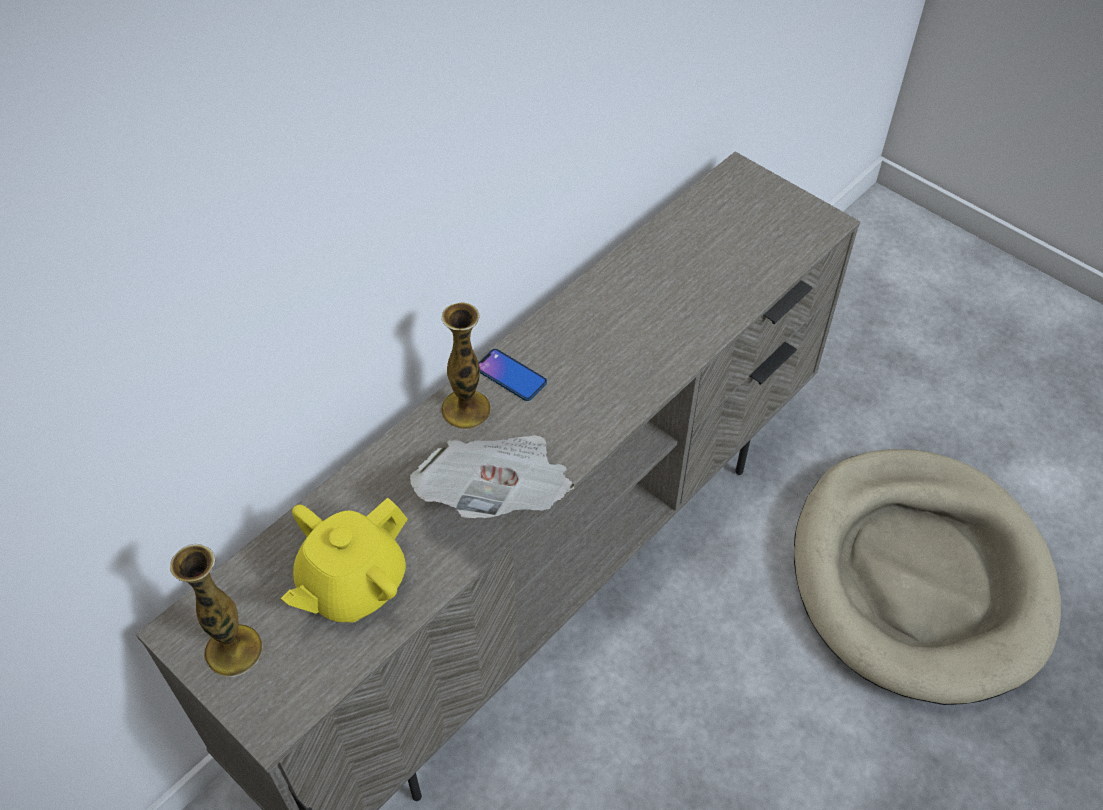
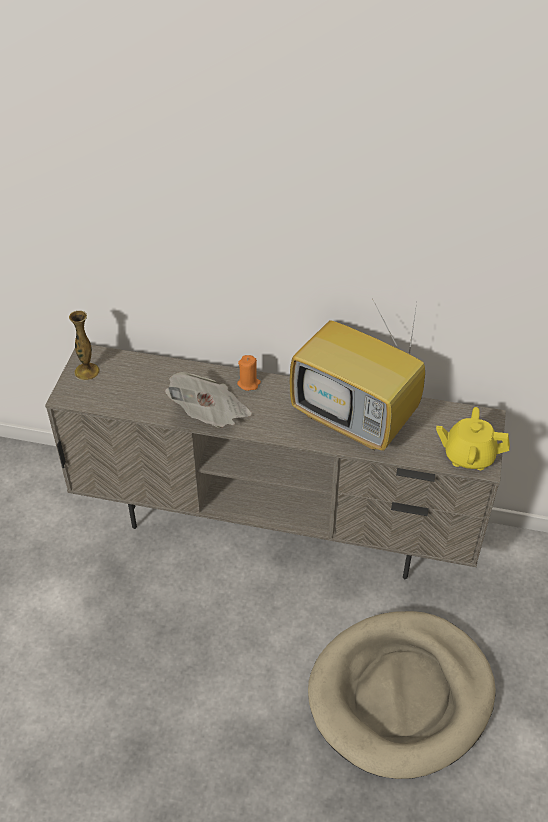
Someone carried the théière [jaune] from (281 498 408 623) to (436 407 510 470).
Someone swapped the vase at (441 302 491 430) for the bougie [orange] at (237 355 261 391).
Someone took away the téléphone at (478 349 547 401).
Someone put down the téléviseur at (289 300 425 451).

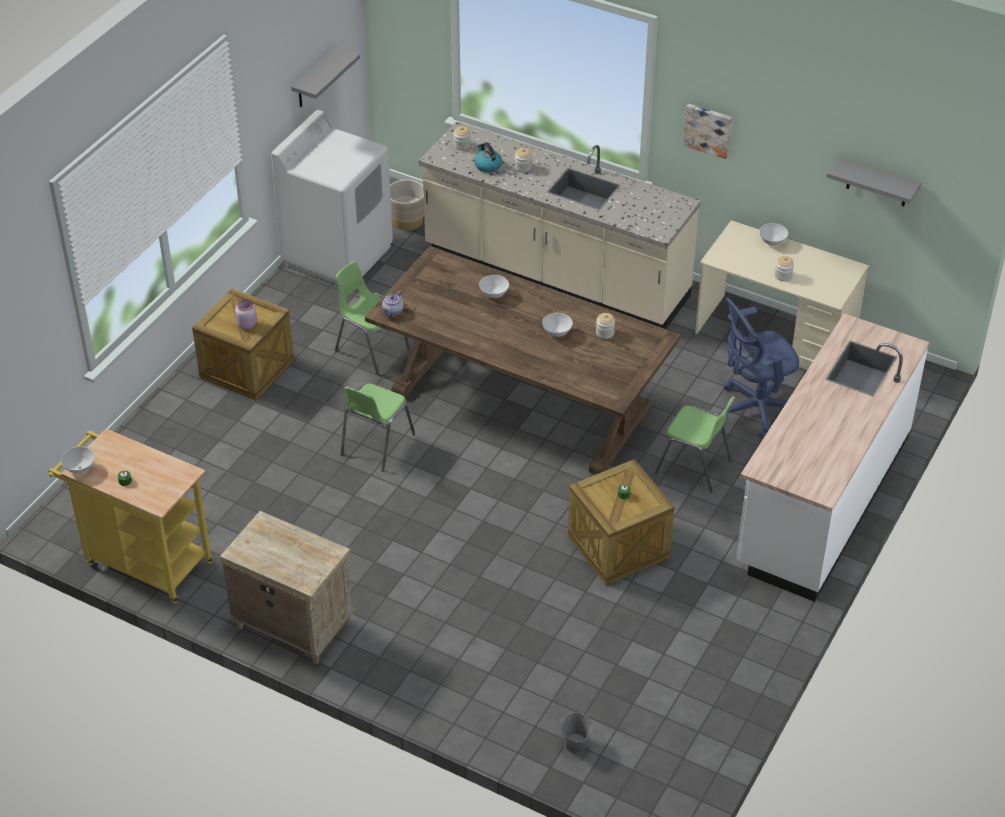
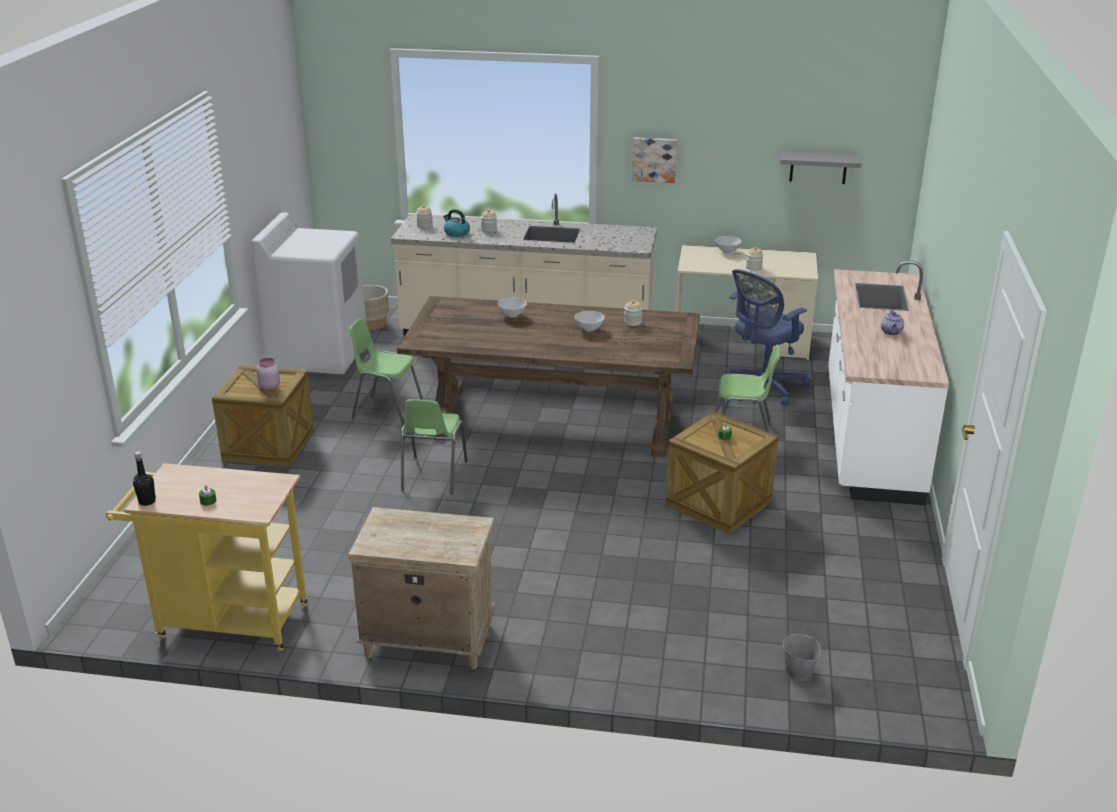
Someone swapped the bol [blanc] at (61 446 95 474) for the bouteille [noir] at (133 451 156 506).
Someone took away the étagère [gris] at (291 47 360 107).
Someone carried the théière from (382 291 404 316) to (881 310 904 335).

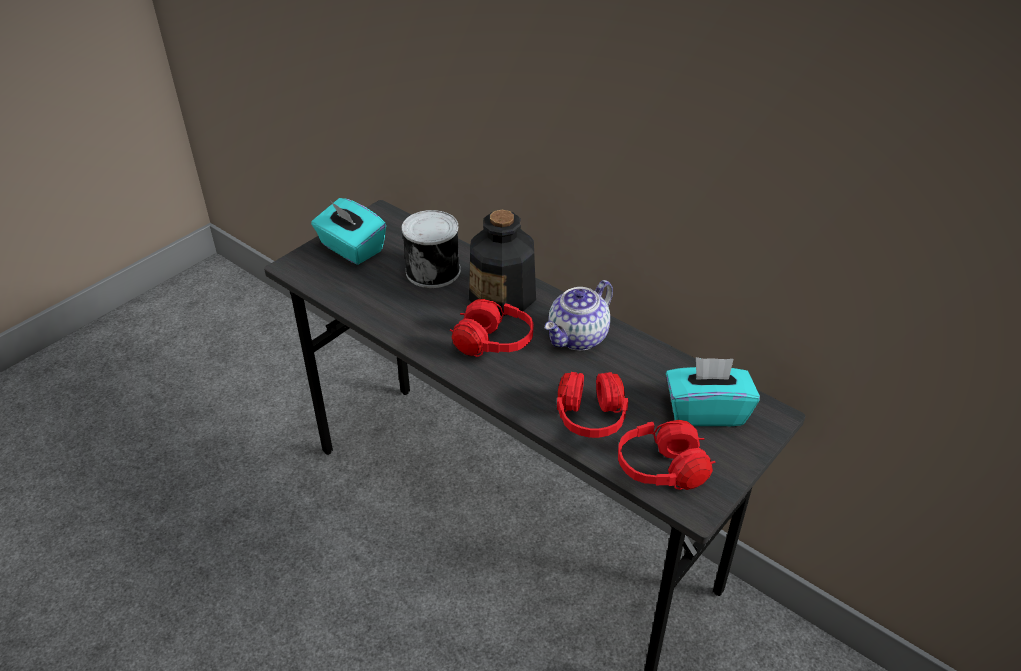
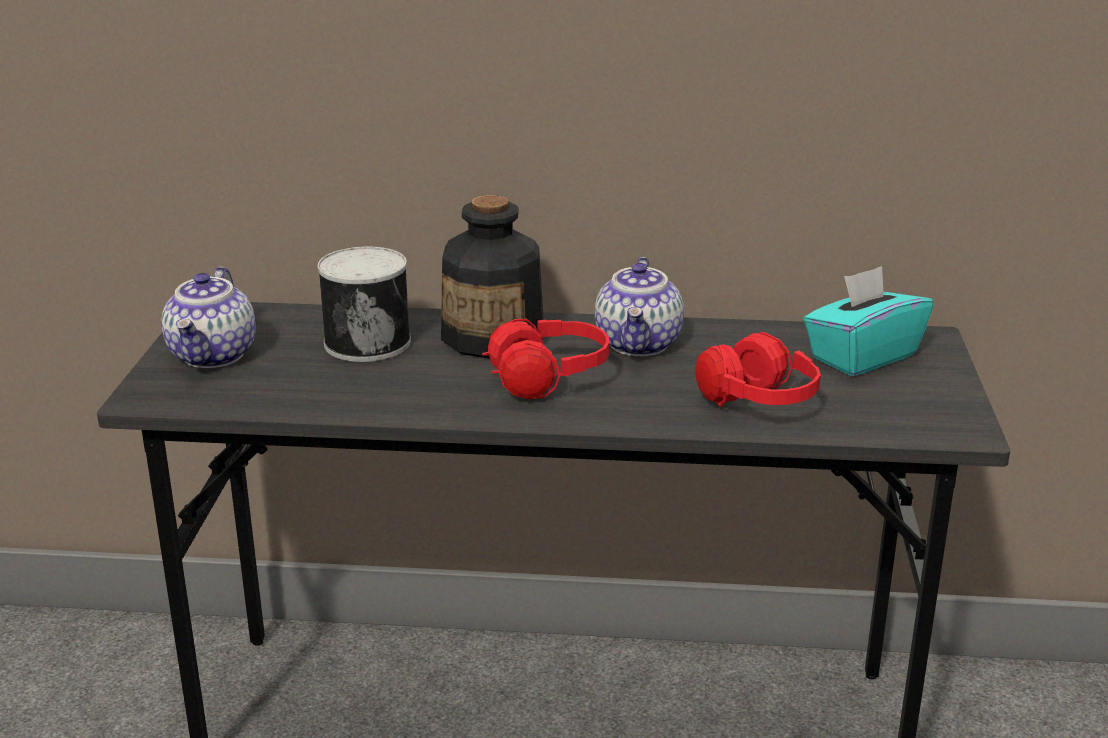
Someone swapped the boîte à mouchoirs [turquoise] at (311 198 386 265) for the théière at (161 267 256 368).
Someone took away the casque audio [rouge] at (618 420 715 490).

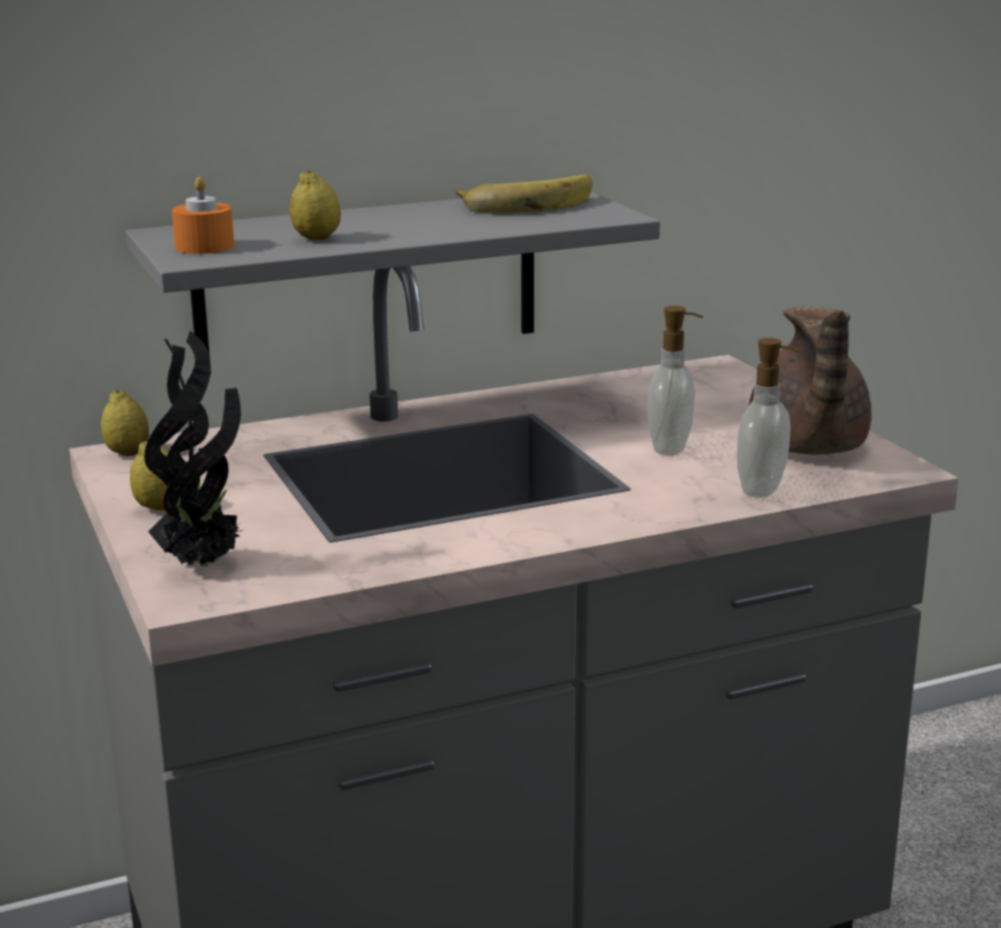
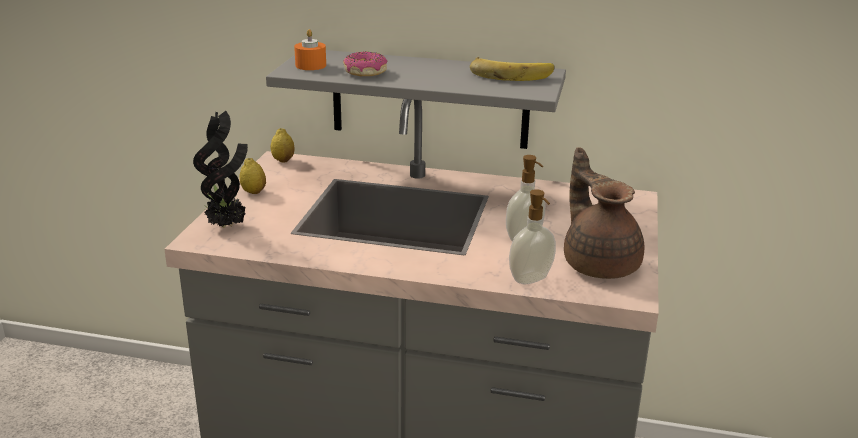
Someone swapped the citron at (289 170 341 240) for the beignet at (343 51 388 76).
Someone rotated the théière [marron] at (749 307 872 455) by 120 degrees clockwise.

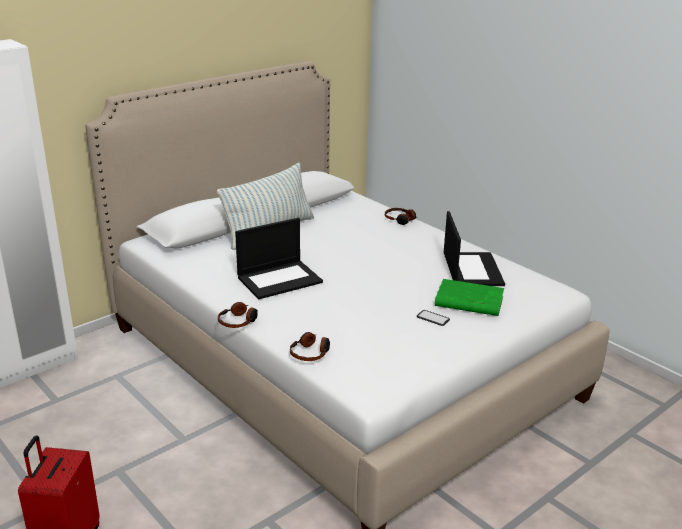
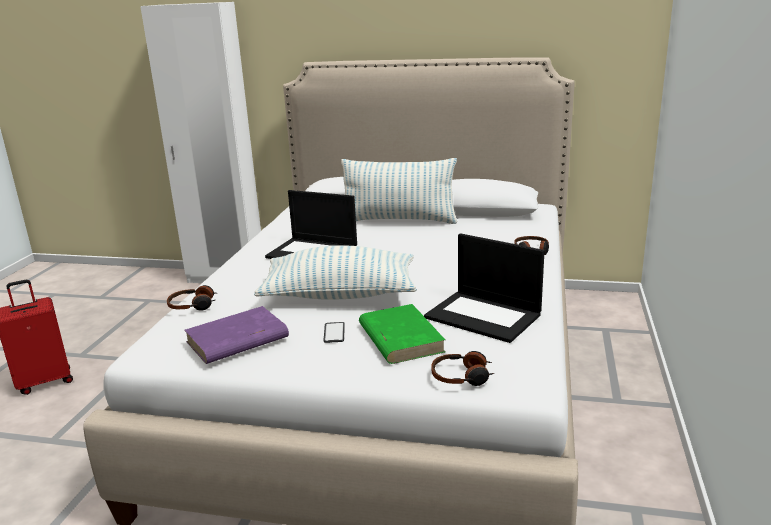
Someone carried the casque audio from (218 302 258 328) to (431 351 494 386).
Someone rotated the ordinateur portable at (444 211 505 286) by 75 degrees clockwise.
Someone put down the livre [violet] at (184 306 289 364).
Someone put down the coussin at (254 245 417 300).

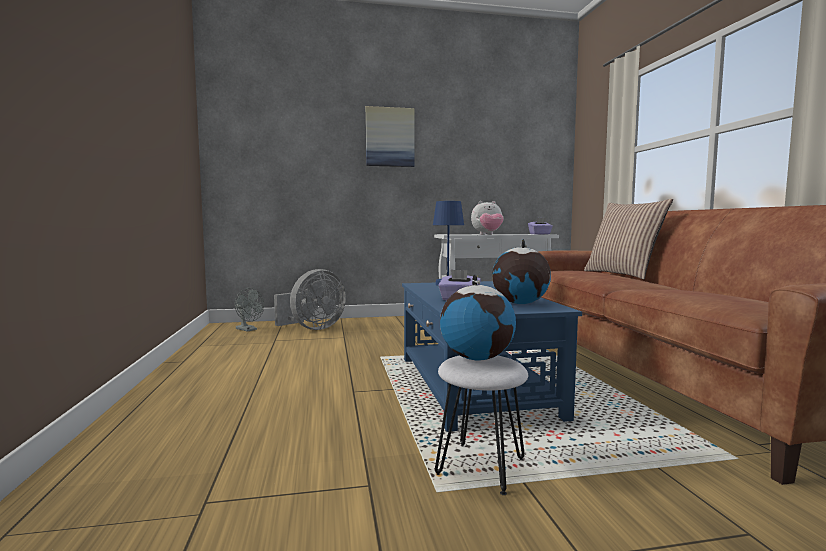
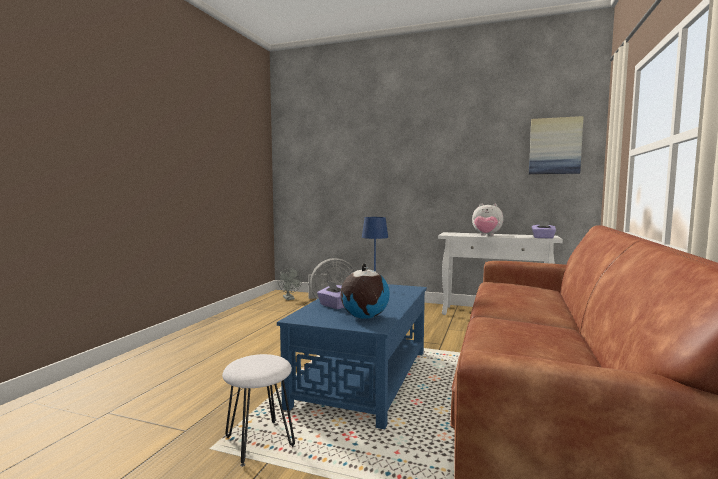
Someone carried the tableau from (366 106 414 167) to (529 116 584 174).
Someone took away the globe at (440 274 516 361).
Someone took away the coussin at (584 199 673 279).

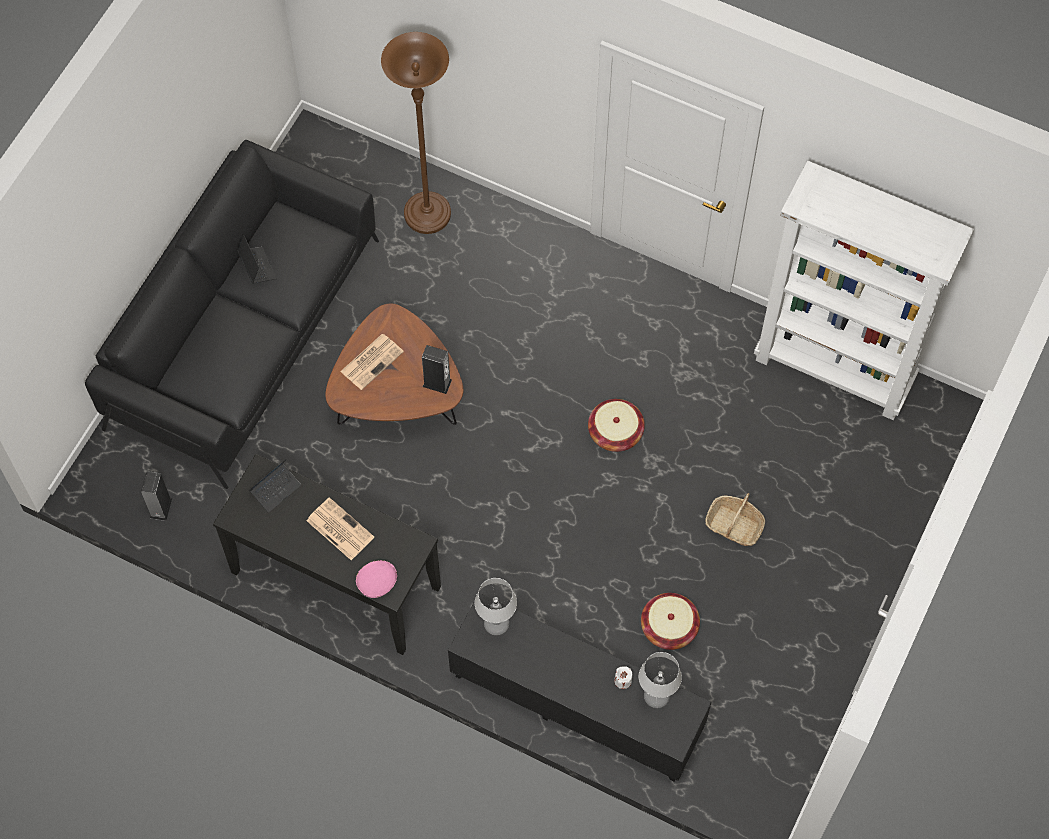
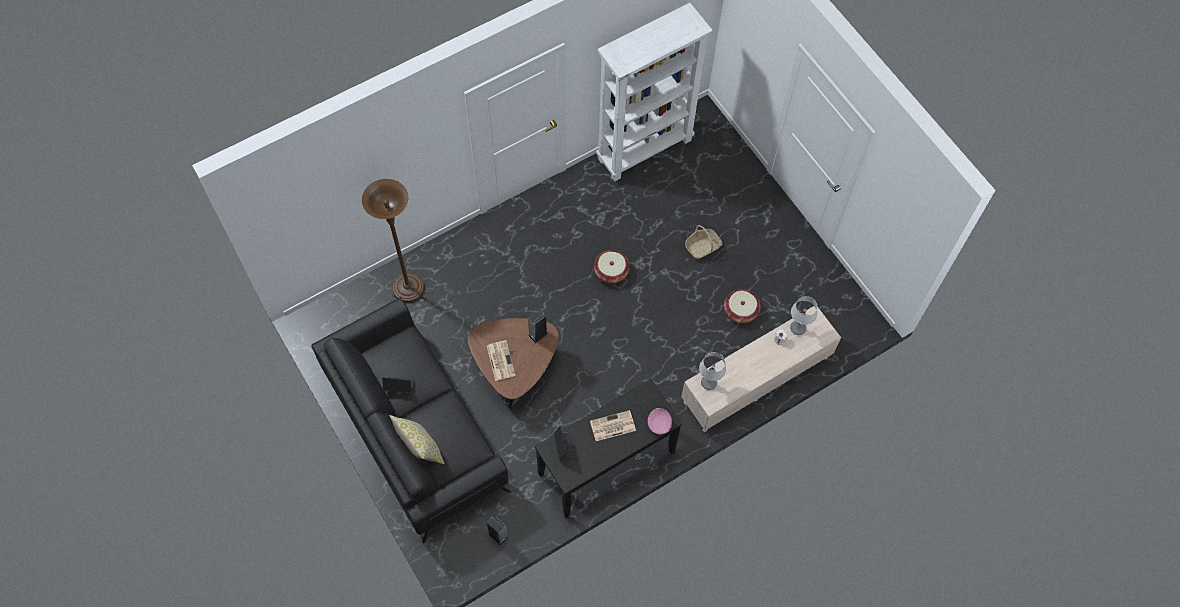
Someone repainted the meuble télé [noir] at (448 593 711 782), which became the meuble télé [beige] at (681 306 841 432).
Someone put down the coussin at (390 415 444 464).

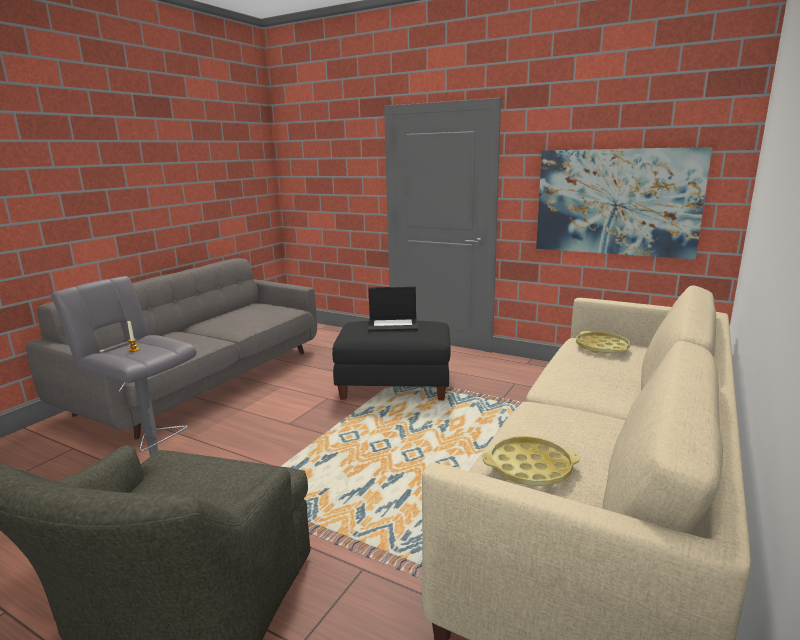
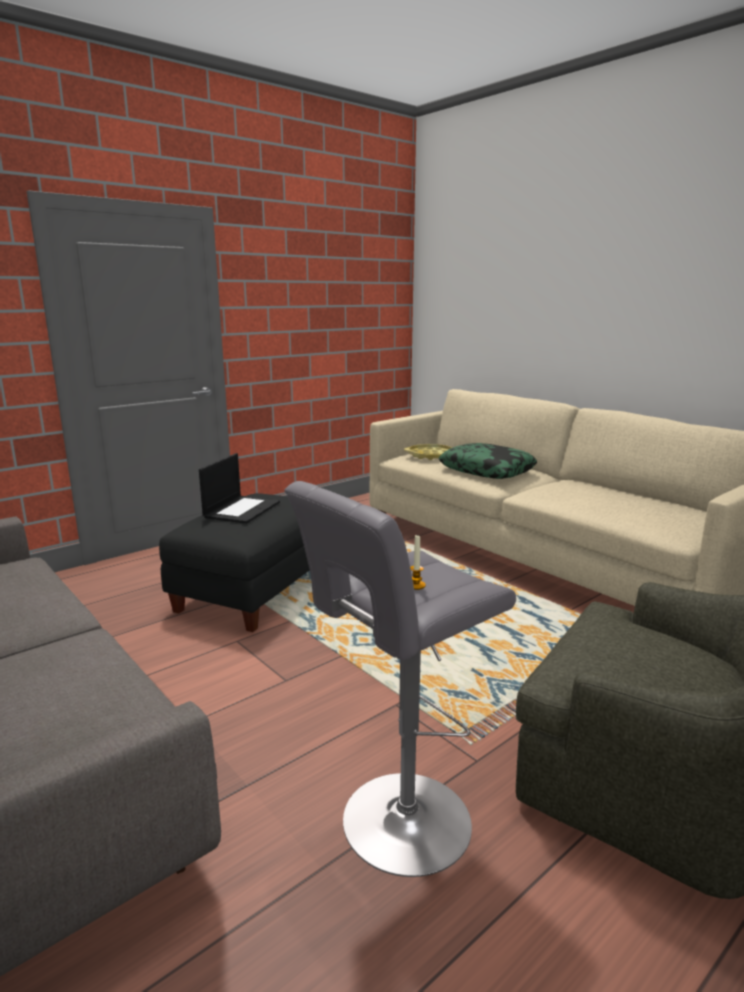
Someone took away the plateau [jaune] at (483 436 580 486).
Someone took away the tableau at (536 147 712 260).
Someone put down the coussin at (439 443 537 479).

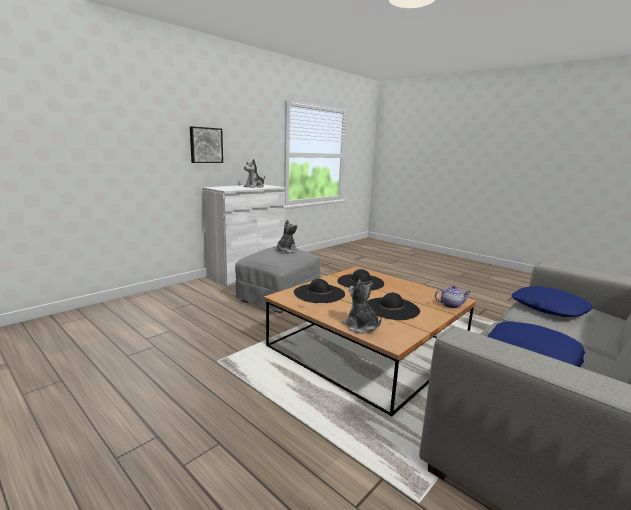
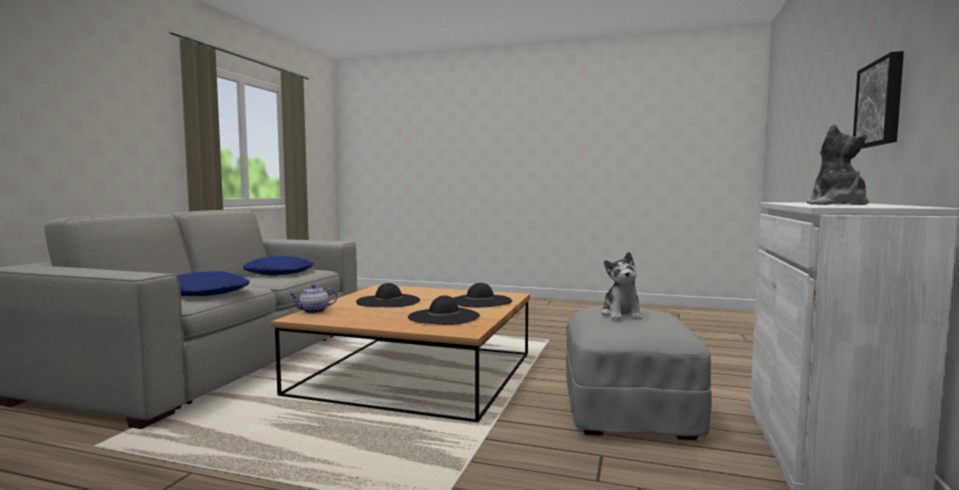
Someone took away the peluche at (342 279 382 334).

